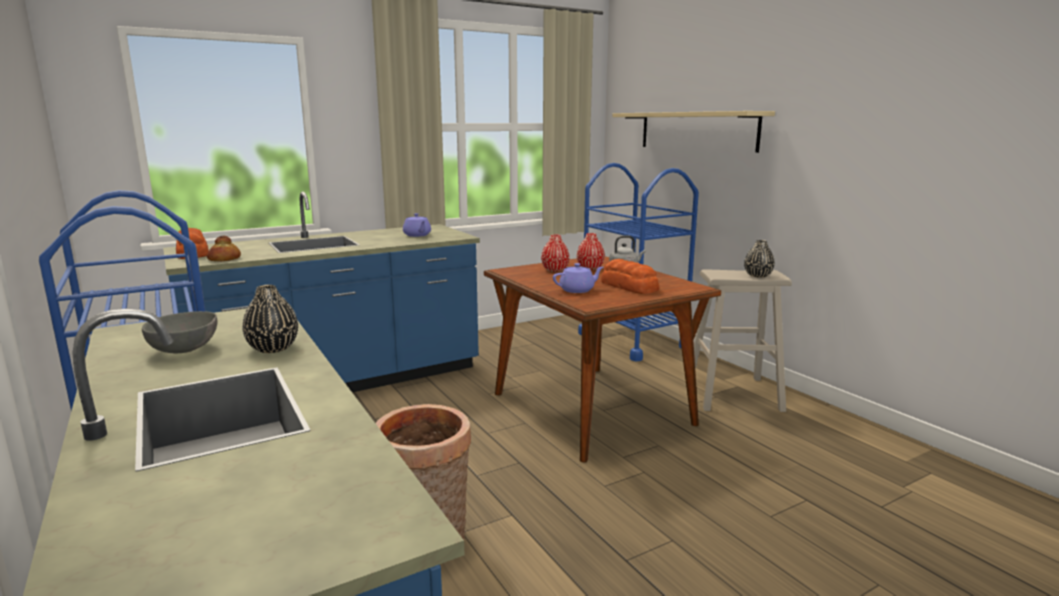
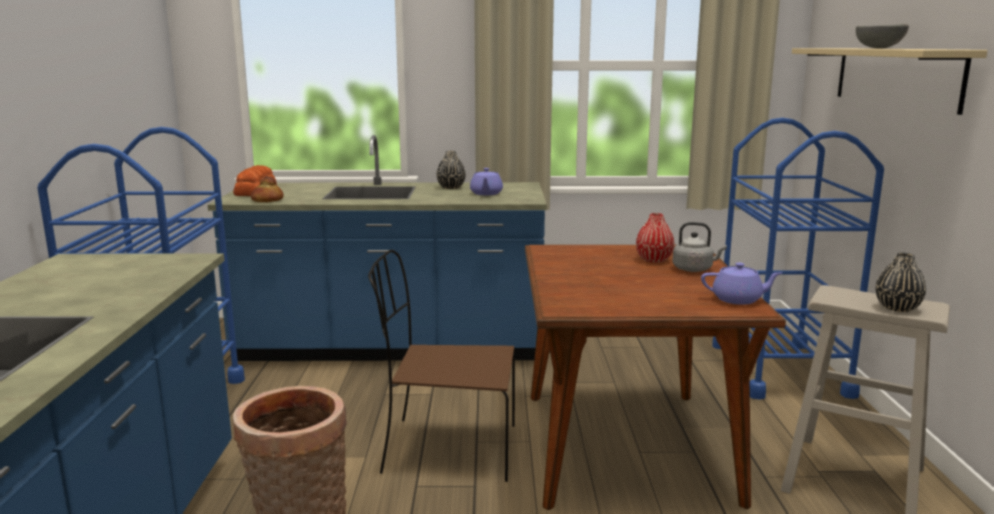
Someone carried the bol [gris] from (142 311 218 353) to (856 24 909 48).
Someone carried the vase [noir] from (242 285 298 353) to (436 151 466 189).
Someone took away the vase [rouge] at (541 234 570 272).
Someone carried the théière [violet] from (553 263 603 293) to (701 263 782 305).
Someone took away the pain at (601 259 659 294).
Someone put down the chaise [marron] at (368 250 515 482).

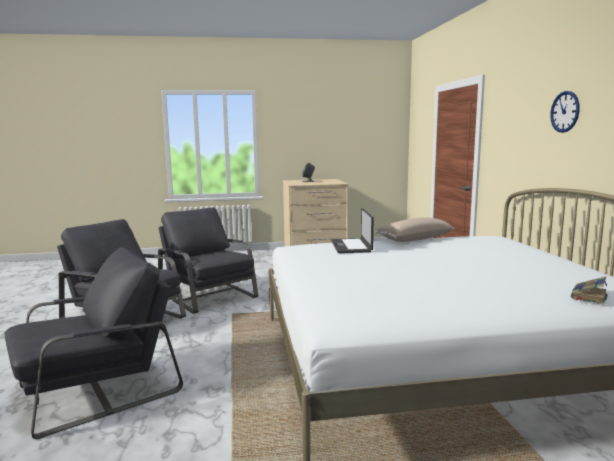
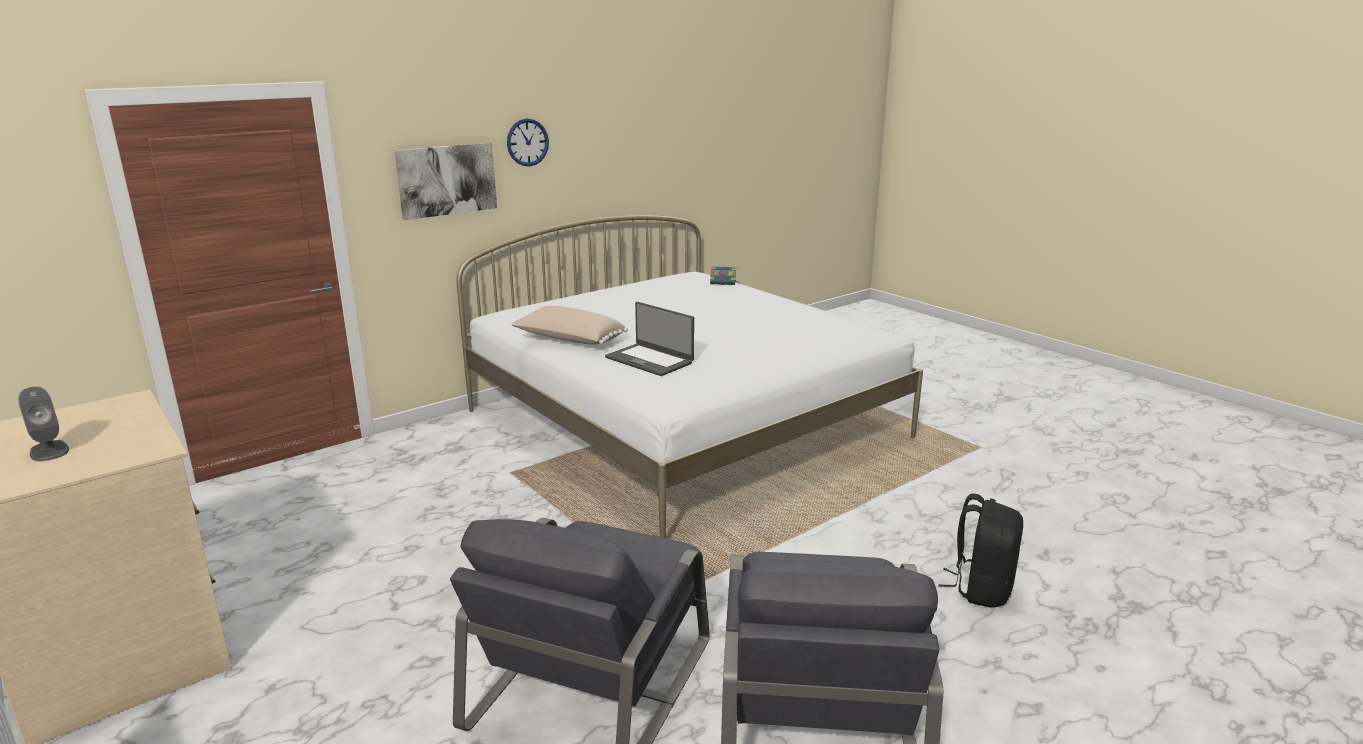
Someone swapped the fauteuil [gris] at (4 247 183 439) for the sac à dos [noir] at (938 493 1023 607).
Someone rotated the ordinateur portable at (331 208 374 253) by 75 degrees clockwise.
Someone put up the tableau at (395 142 497 220).

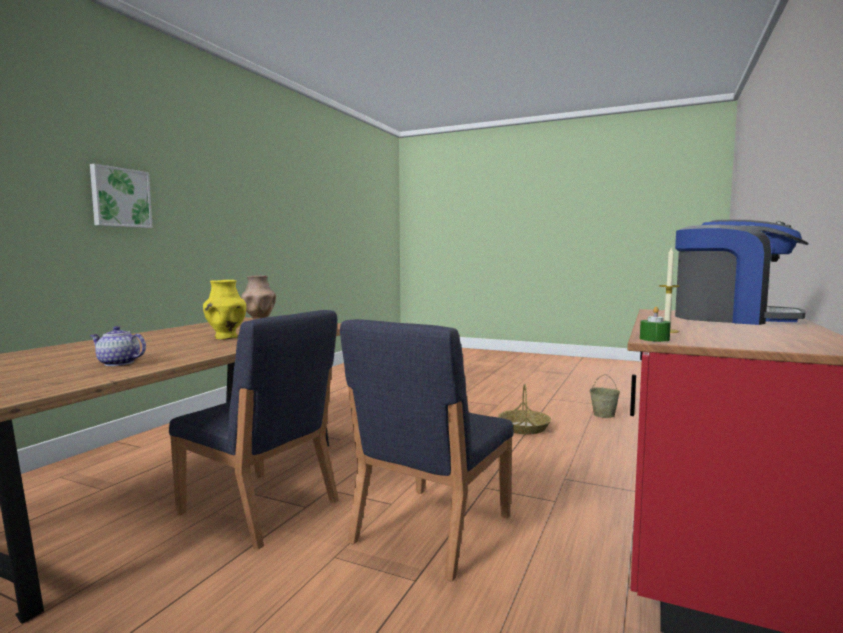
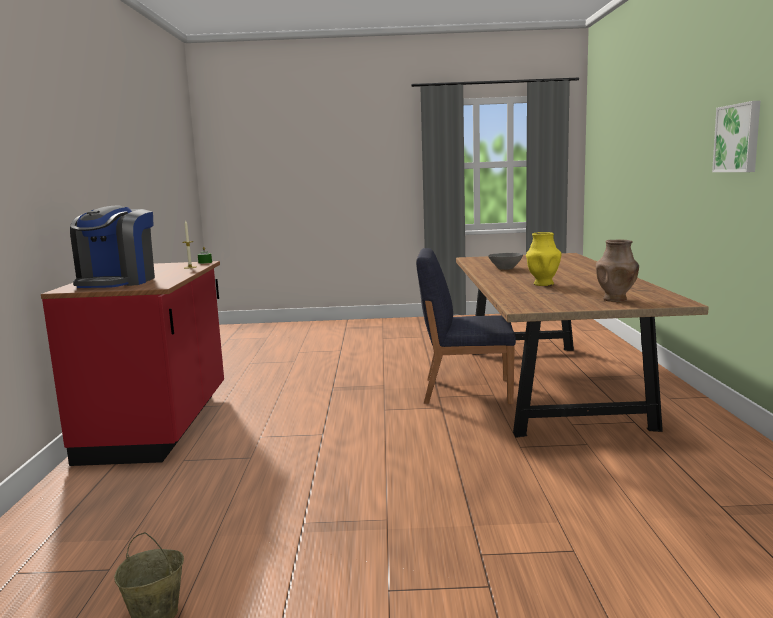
Someone swapped the théière at (90 326 146 366) for the bol [gris] at (488 253 523 270).
Someone took away the chaise [bleu] at (340 319 513 582).
Someone took away the panier at (498 384 551 435).
Someone rotated the machine à café at (675 219 809 325) by 90 degrees counterclockwise.

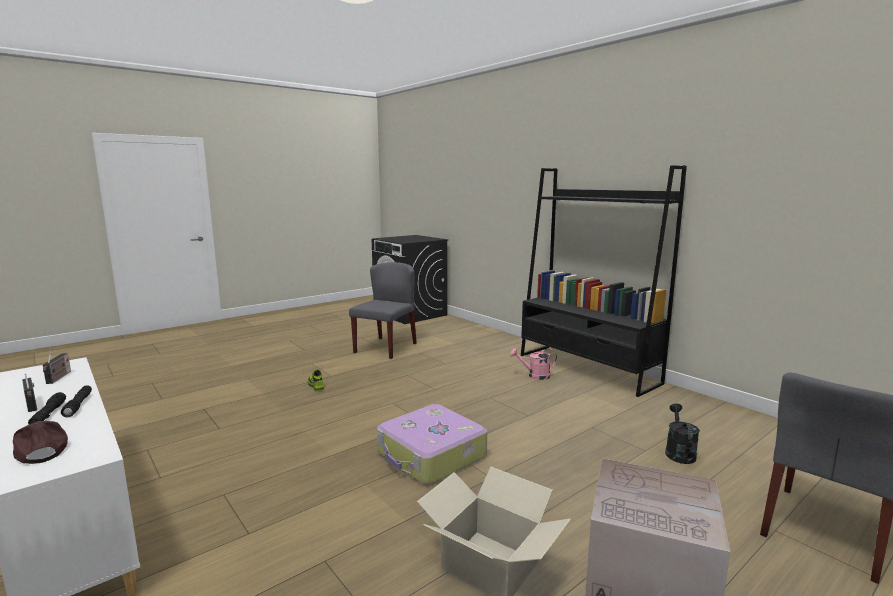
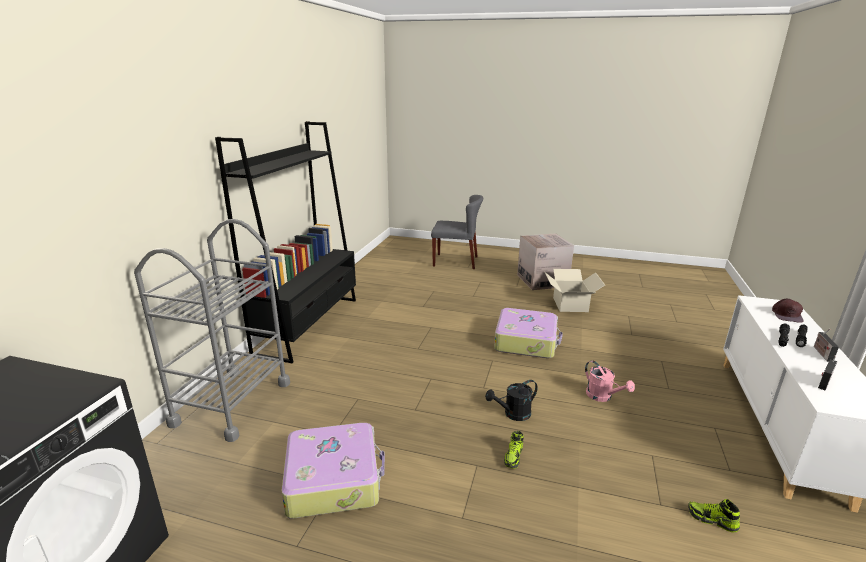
Someone swapped the chaise [gris] at (349 262 417 359) for the valise at (281 423 385 519).
Someone carried the arrosoir [rose] from (510 348 557 380) to (585 361 635 402).
Someone carried the arrosoir [noir] from (665 403 700 464) to (485 380 538 421).
Someone put down the chariot [gris] at (134 219 290 442).
Someone put down the chaussure at (688 499 740 533).

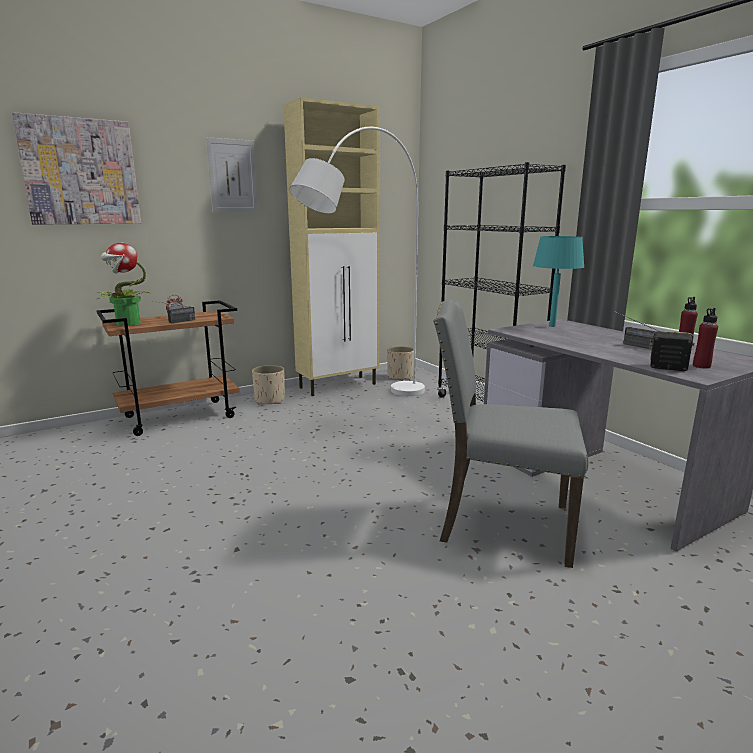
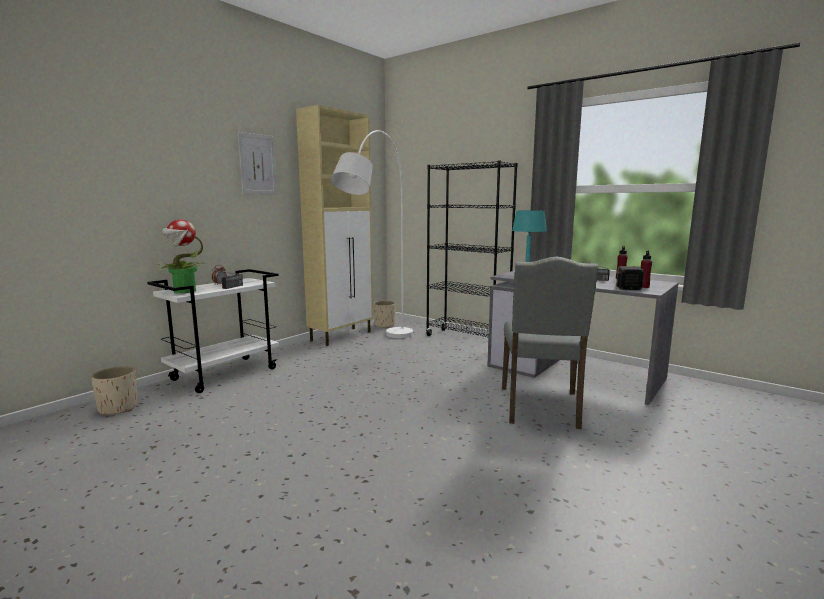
Someone took away the tableau at (12 112 141 225).
Someone repainted the chariot [marron] at (96 300 240 436), which became the chariot [blanc] at (147 269 279 393).
Someone carried the cache-pot [beige] from (252 365 285 404) to (91 366 138 416).
Someone rotated the chaise [gris] at (433 300 589 568) by 75 degrees counterclockwise.

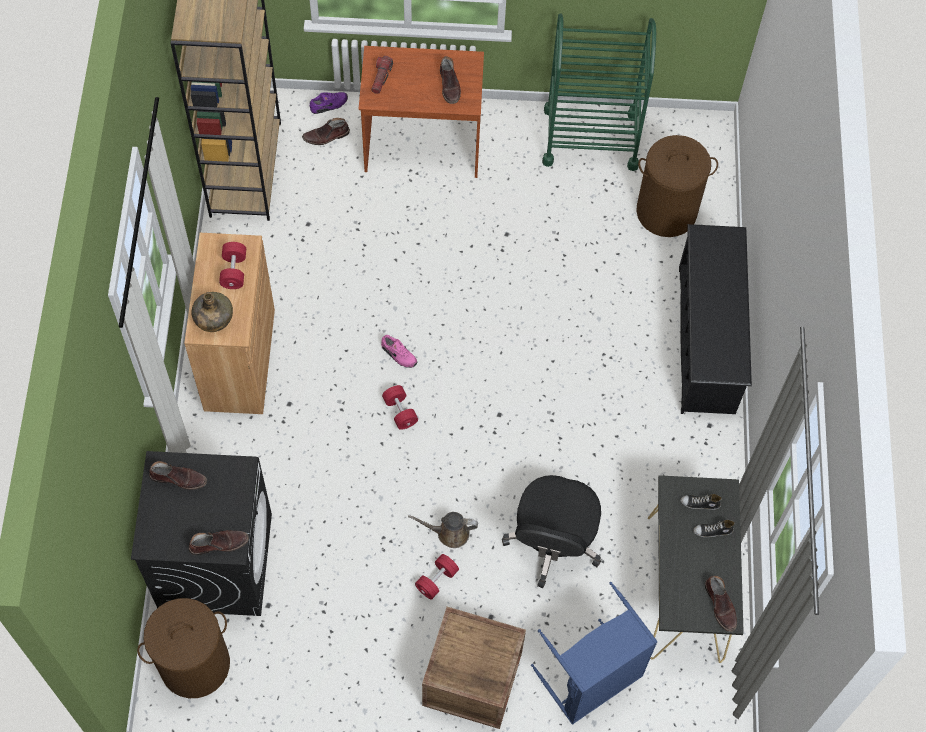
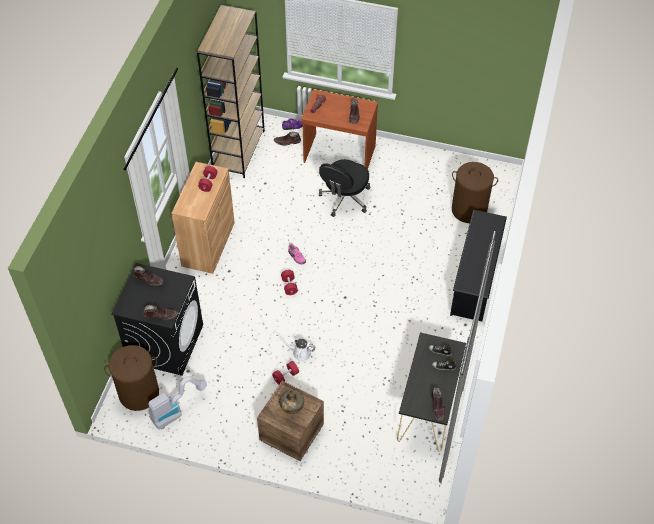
Someone carried the bouteille [vert] from (191 292 233 332) to (279 389 304 414).
Someone repainted the arrosoir [marron] at (408 512 478 548), which became the arrosoir [blanc] at (276 335 316 362).
Someone carried the chaise de bureau [noir] from (502 475 601 588) to (319 159 370 217).
Someone took away the panier à linge [bleu] at (531 582 658 725).
Someone took away the chariot [vert] at (542 13 656 171).
Someone put down the aspirateur at (148 376 207 430).

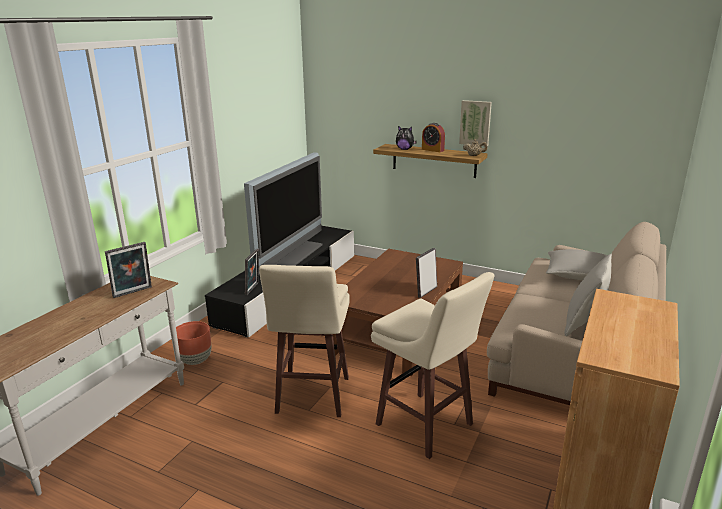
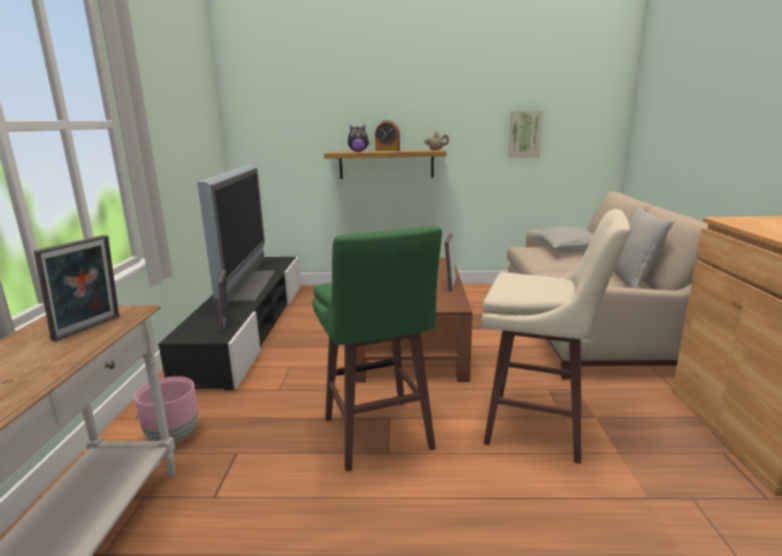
Someone repainted the cache-pot [marron] at (176 321 212 365), which became the cache-pot [rose] at (134 376 198 443).
Someone repainted the tabouret [beige] at (259 265 350 417), which became the tabouret [vert] at (313 226 442 472).
Someone carried the tableau from (459 100 492 146) to (509 110 543 158).

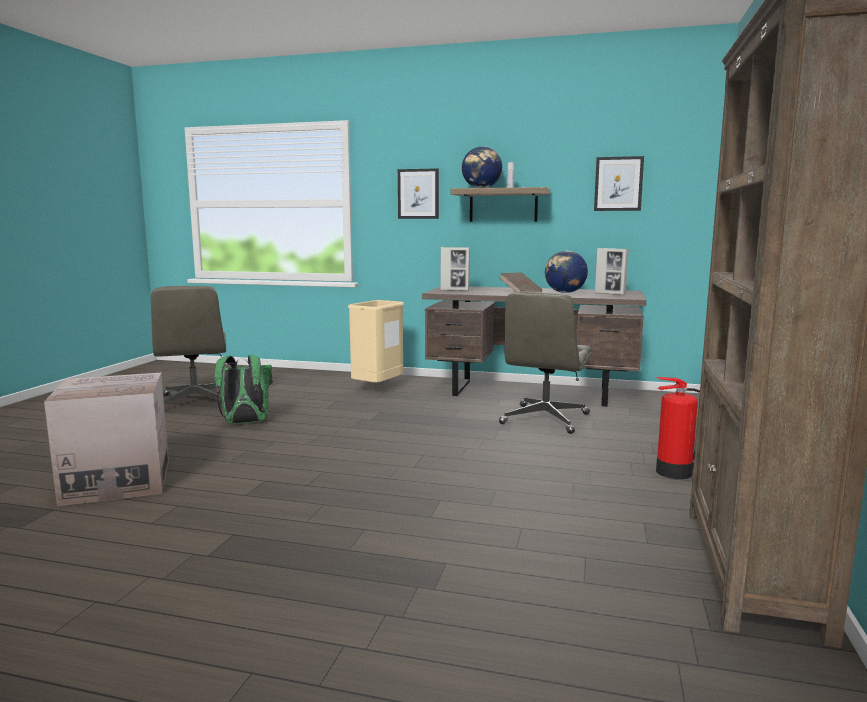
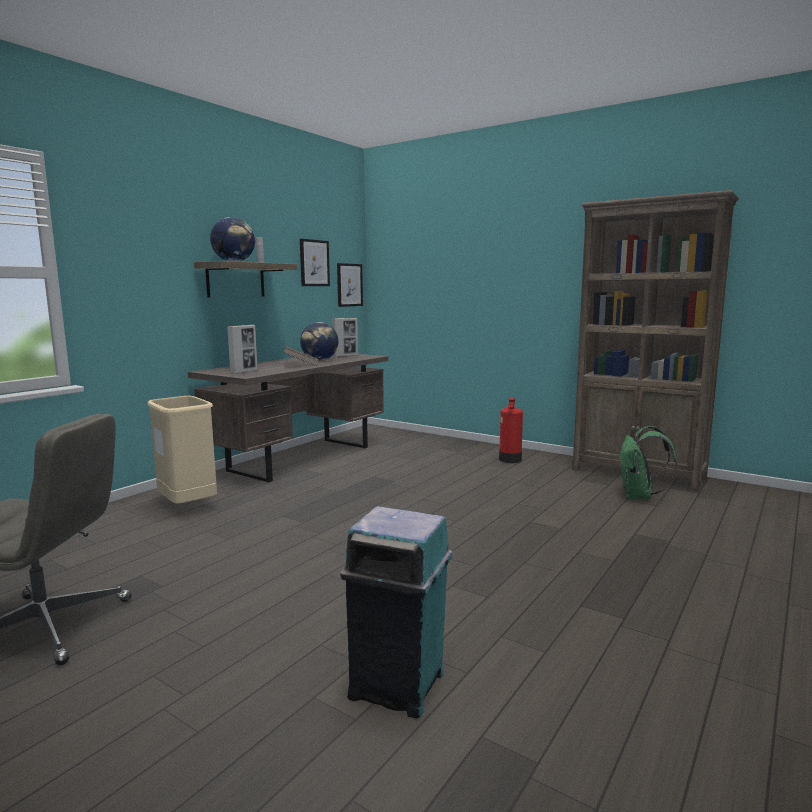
Someone swapped the carton at (44 373 169 506) for the poubelle [turquoise] at (340 506 452 718).
Someone carried the sac à dos [vert] from (215 355 273 424) to (619 426 677 499).
Someone carried the tableau from (398 168 439 219) to (337 263 363 307).
Someone took away the chaise de bureau [gris] at (499 292 591 434).

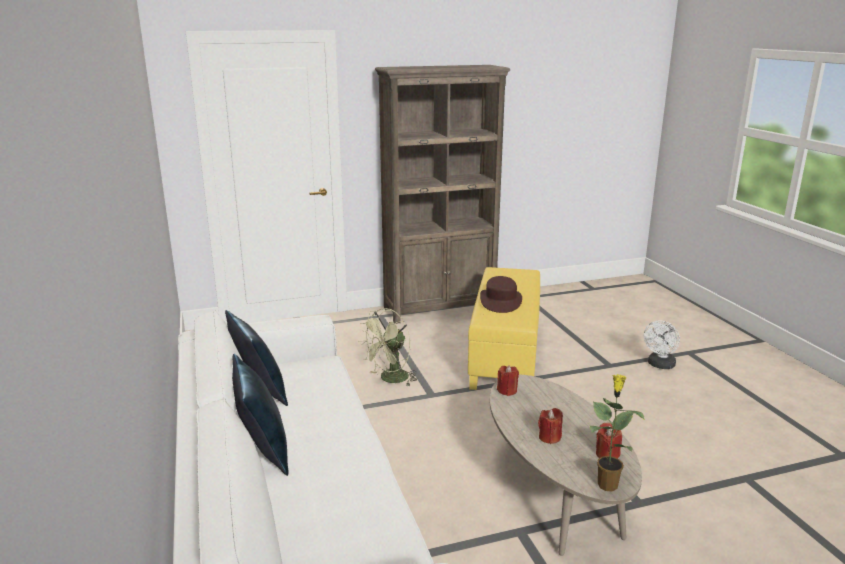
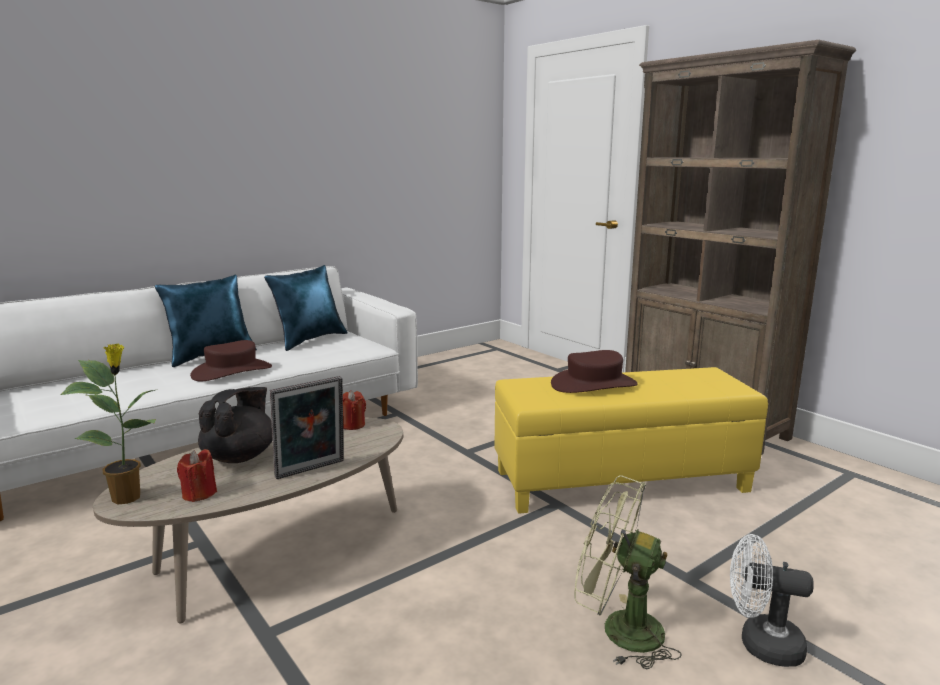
Someone carried the ventilateur [vert] from (358 308 417 387) to (574 475 682 669).
Someone swapped the bougie [rouge] at (538 408 563 444) for the théière [noir] at (198 387 273 463).
Someone put down the chapeau [marron] at (190 340 272 381).
Someone put down the cadre photo at (270 376 344 479).

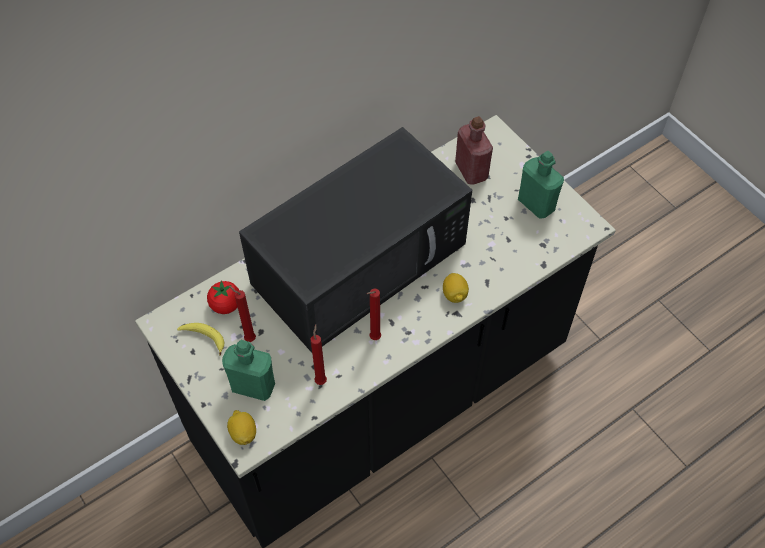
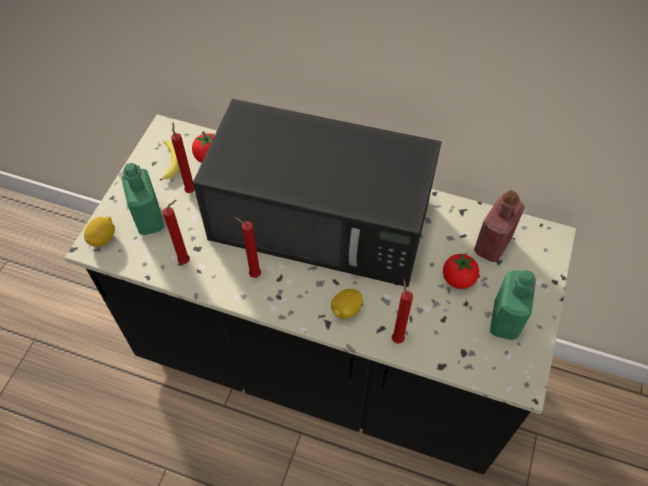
Someone put down the bougie [rouge] at (392 280 413 344).
Someone put down the tomate at (443 253 479 289).

